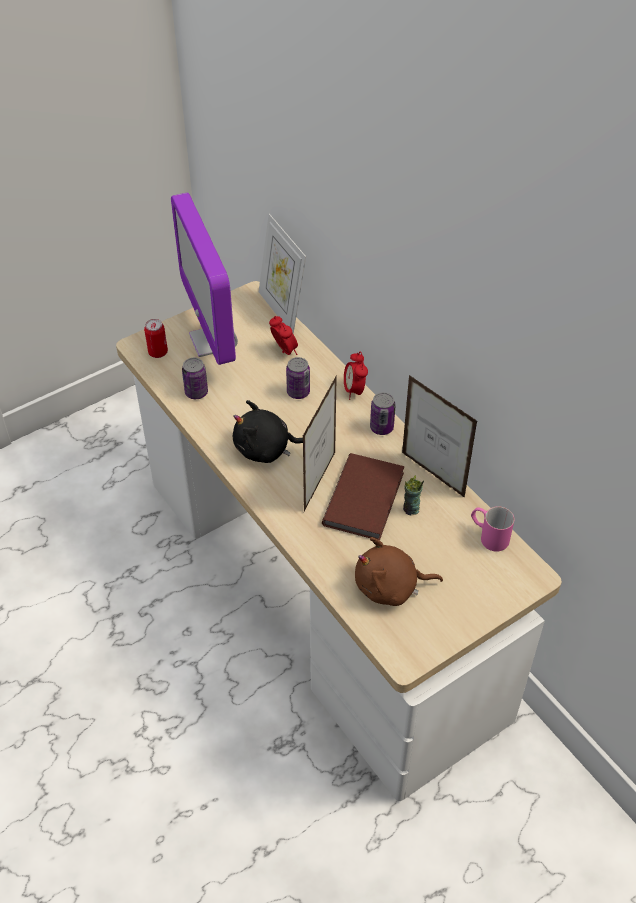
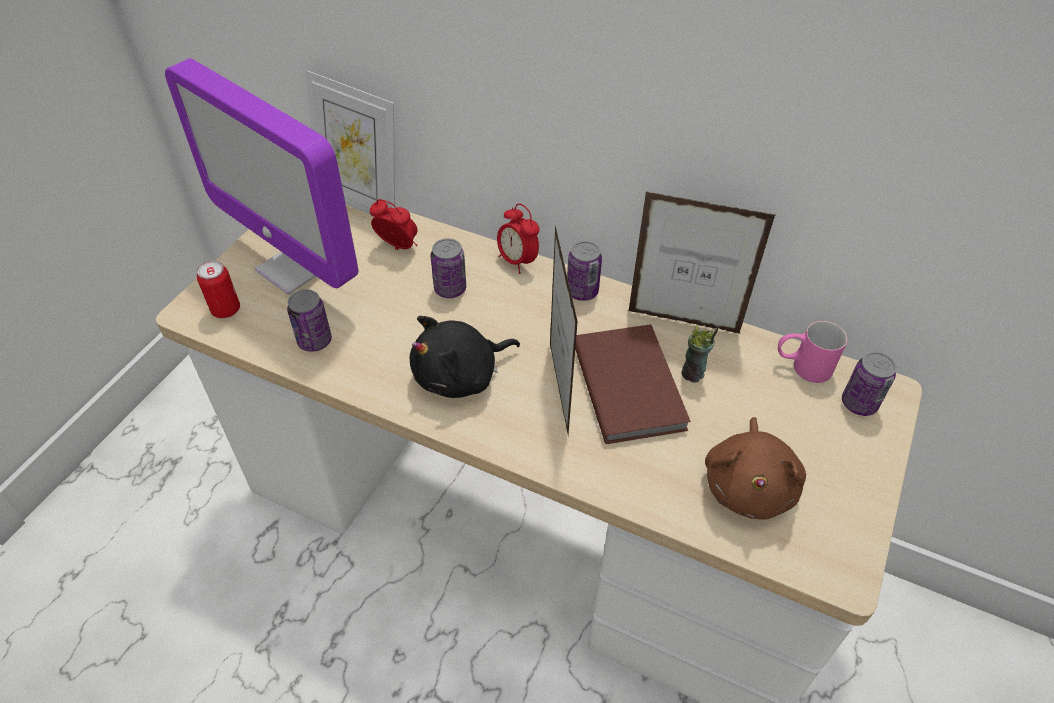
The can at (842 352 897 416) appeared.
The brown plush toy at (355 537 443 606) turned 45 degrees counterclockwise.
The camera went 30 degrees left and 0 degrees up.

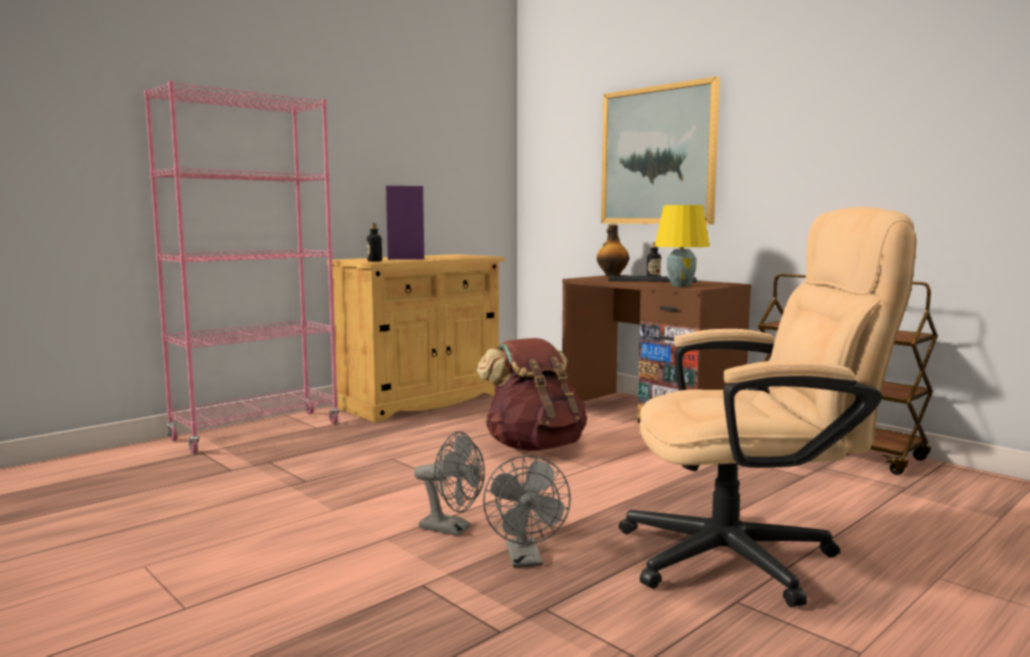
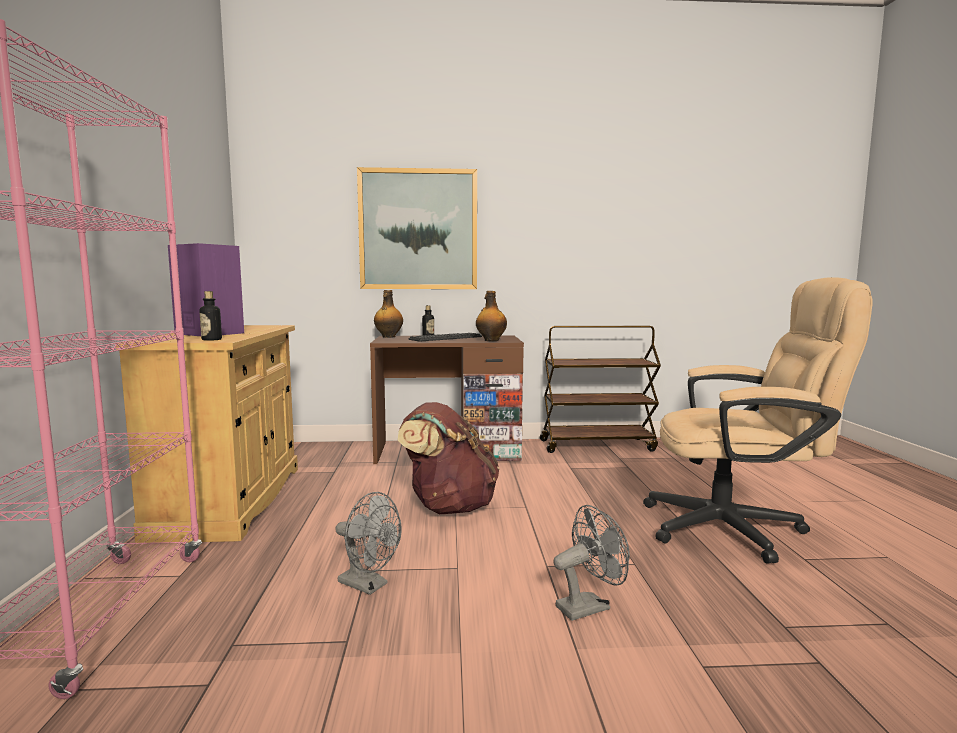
The grey fan moved from (483 455 571 568) to (335 492 402 595).
The yellow table lamp at (655 205 710 287) was replaced by the bottle at (476 291 507 341).
The beige office chair at (619 207 917 607) turned 60 degrees clockwise.
The camera went 50 degrees left and 0 degrees up.

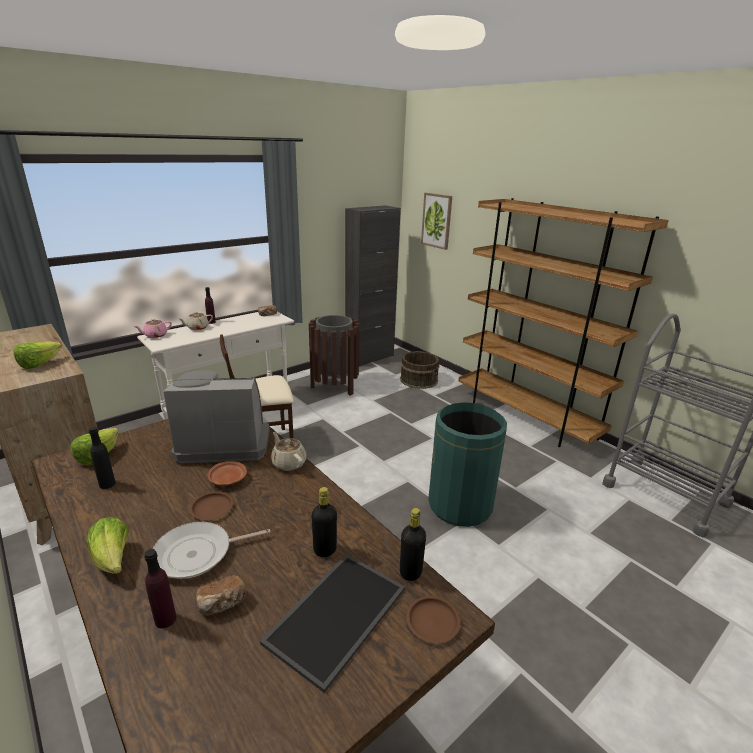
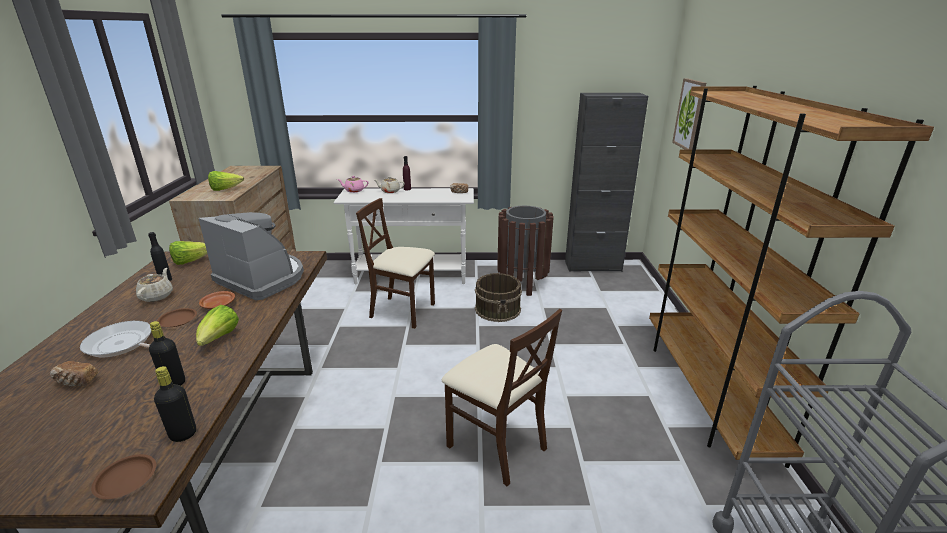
The purple bottle at (144 549 176 629) disappeared.
The tray at (260 554 405 693) disappeared.
The lettuce moved from (87 517 129 574) to (196 305 239 346).
The beige teapot moved from (271 432 306 471) to (136 268 173 302).
The brown bucket moved from (400 351 440 389) to (475 273 522 322).
The green trash can at (428 402 507 527) was replaced by the beige chair at (442 309 562 486).
The camera went 40 degrees right and 0 degrees up.

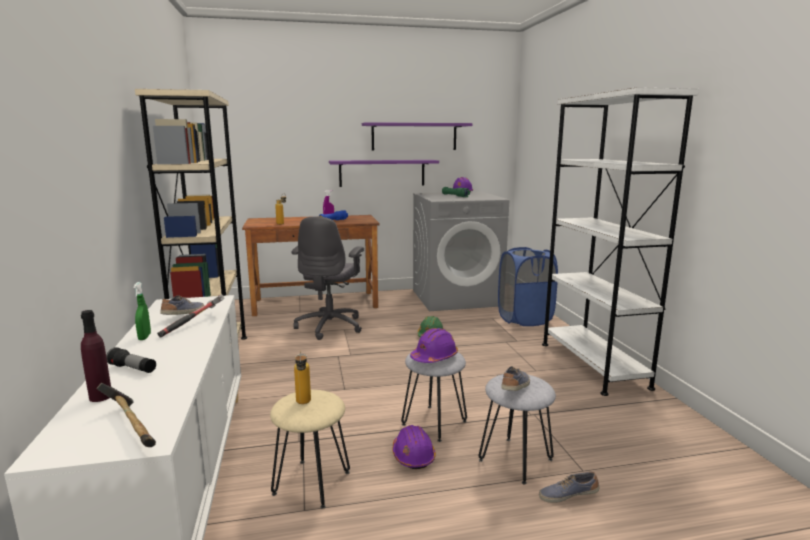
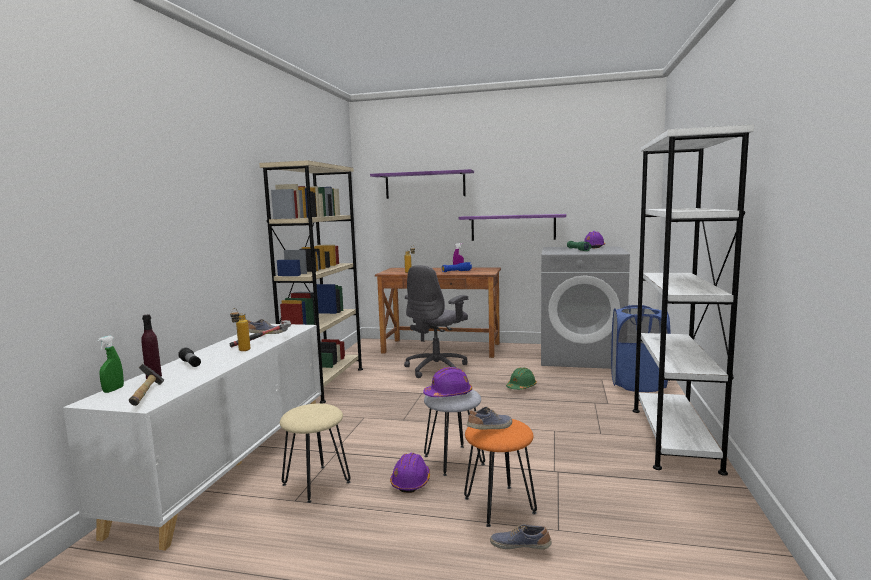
The green spray bottle moved from (133 282 151 340) to (98 336 124 393).
The bottle moved from (294 351 311 404) to (230 308 250 351).
The purple shelf moved from (362 122 473 150) to (370 169 474 199).
The grey stool at (479 374 556 485) became the orange stool at (464 419 537 527).
The camera went 25 degrees right and 5 degrees down.

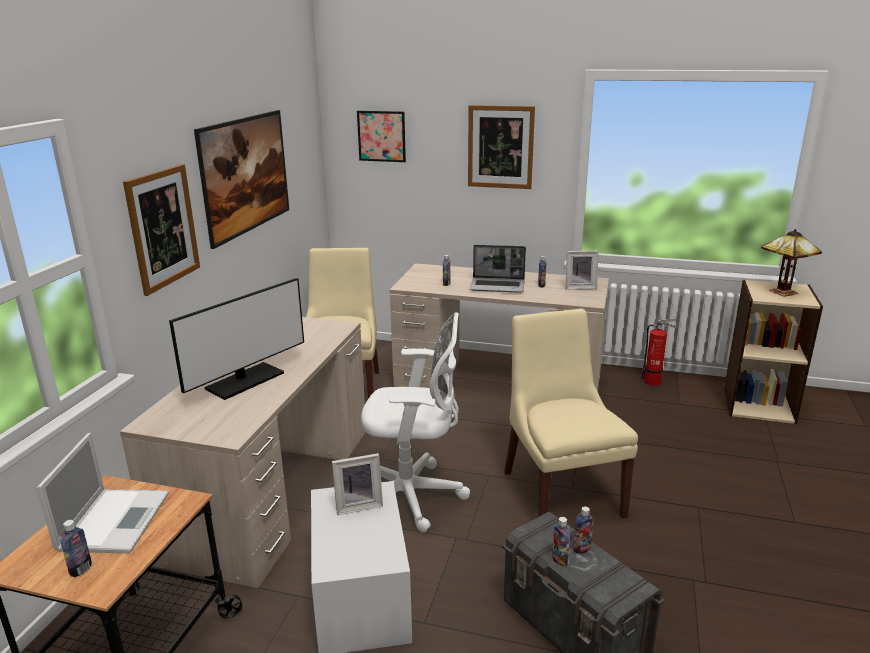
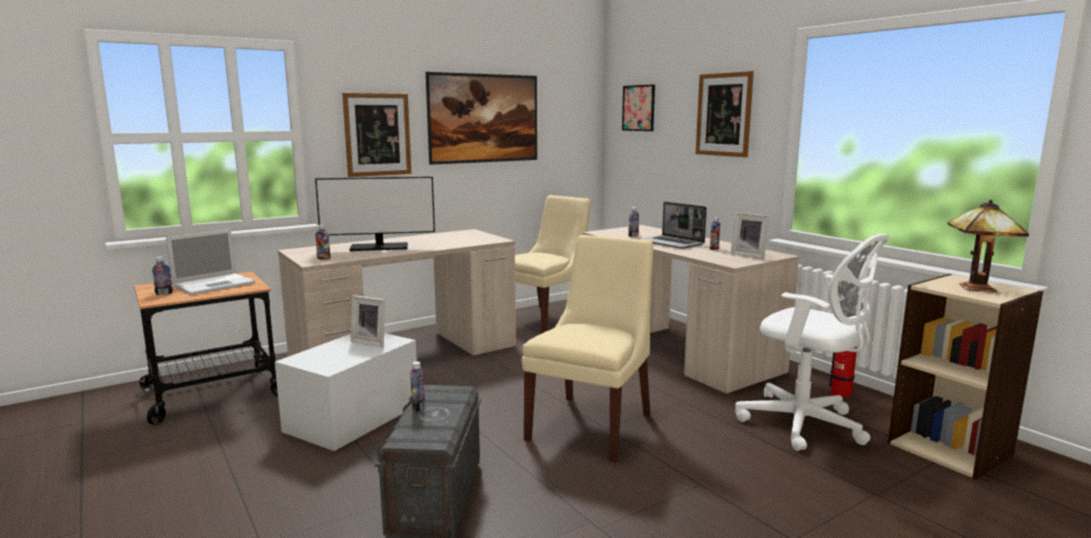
The white office chair moved from (361 312 470 533) to (735 234 890 451).
The bottle moved from (573 506 593 554) to (315 225 330 260).
The camera went 40 degrees right and 10 degrees down.

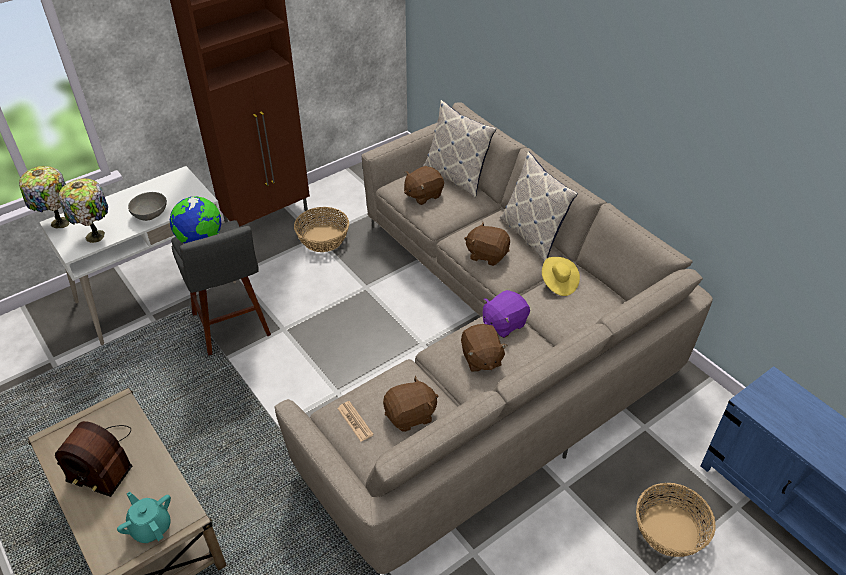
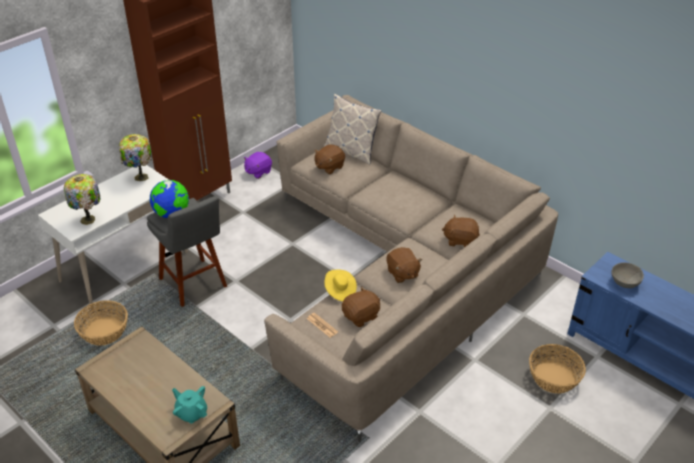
The radio at (55 421 132 497) disappeared.
The pillow at (500 151 578 261) disappeared.
The table lamp moved from (19 166 70 229) to (119 134 152 181).
The grey bowl moved from (128 192 167 221) to (612 262 644 288).
The basket moved from (294 207 349 252) to (74 300 128 346).
The brown plush toy moved from (464 222 510 266) to (442 214 480 248).
The purple plush toy moved from (483 290 530 338) to (244 152 272 179).
The yellow hat moved from (542 257 580 296) to (324 269 357 301).
The camera went 10 degrees left and 5 degrees down.

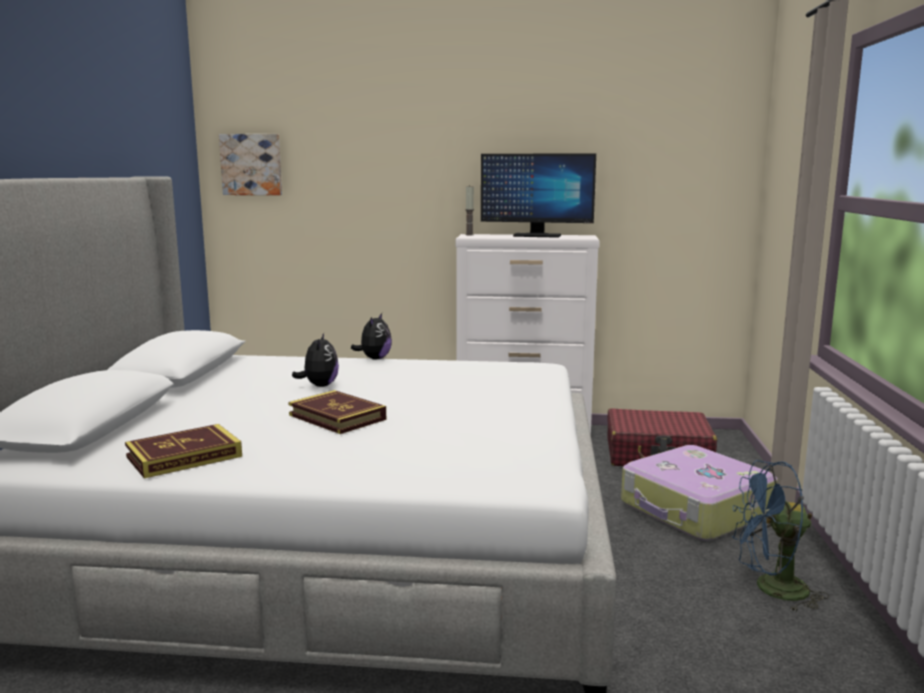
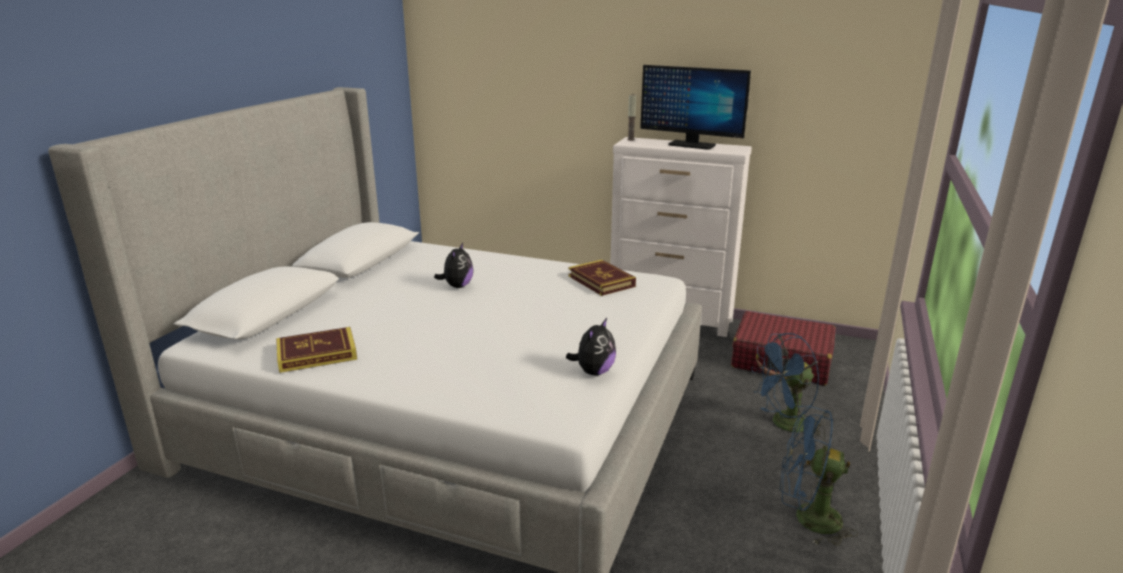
The picture at (219 134 282 195) disappeared.
The book moved from (288 390 386 434) to (569 259 636 296).
The plush toy moved from (351 313 392 359) to (566 318 616 376).
The suitcase at (621 445 778 541) was replaced by the blue fan at (751 333 823 435).
The camera went 15 degrees right and 10 degrees up.

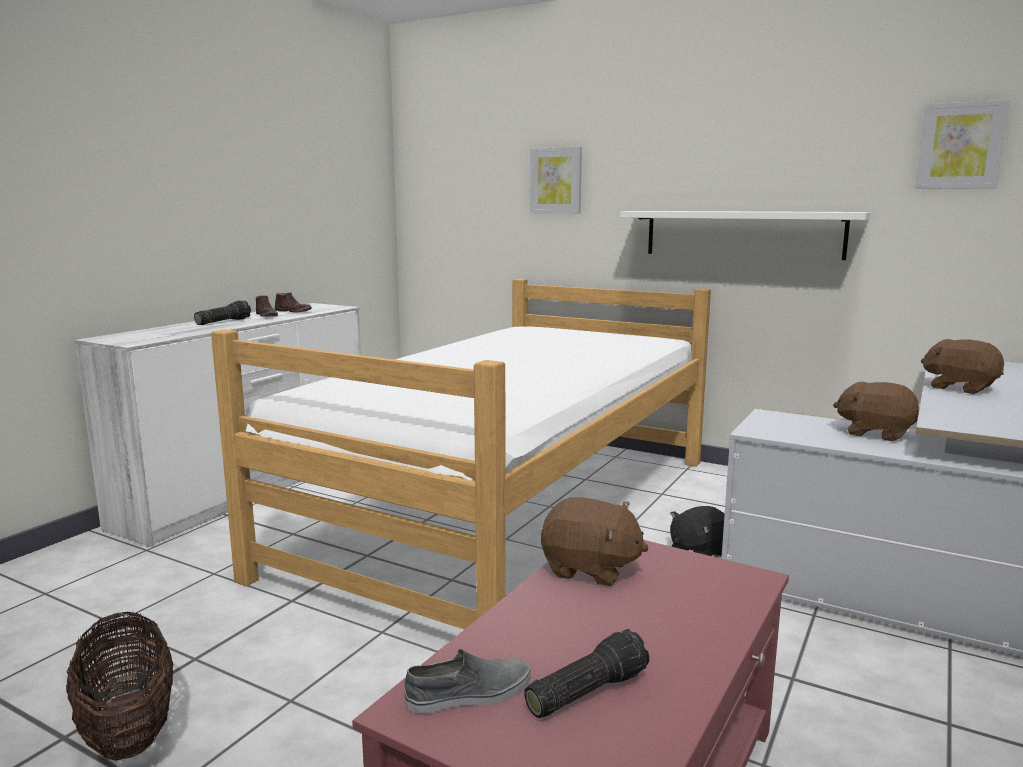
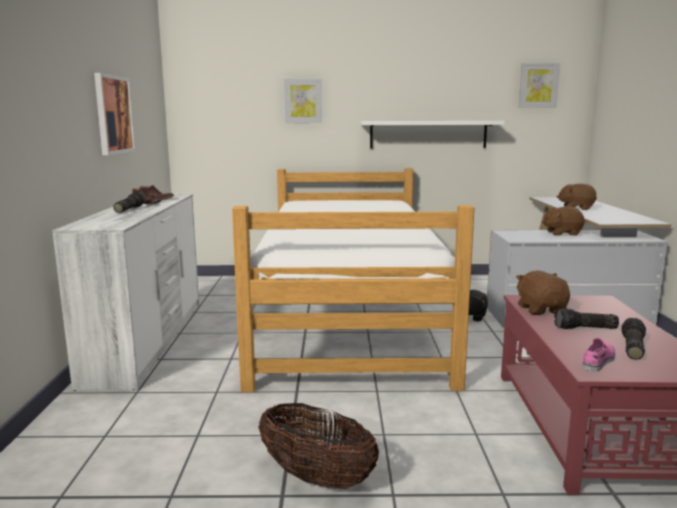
The picture at (94 73 135 155) appeared.
The flashlight at (554 308 619 329) appeared.
The grey shoe at (404 649 531 714) became the pink shoe at (582 338 615 372).
The brown plush toy at (541 497 649 586) turned 90 degrees counterclockwise.
The camera went 30 degrees left and 0 degrees up.

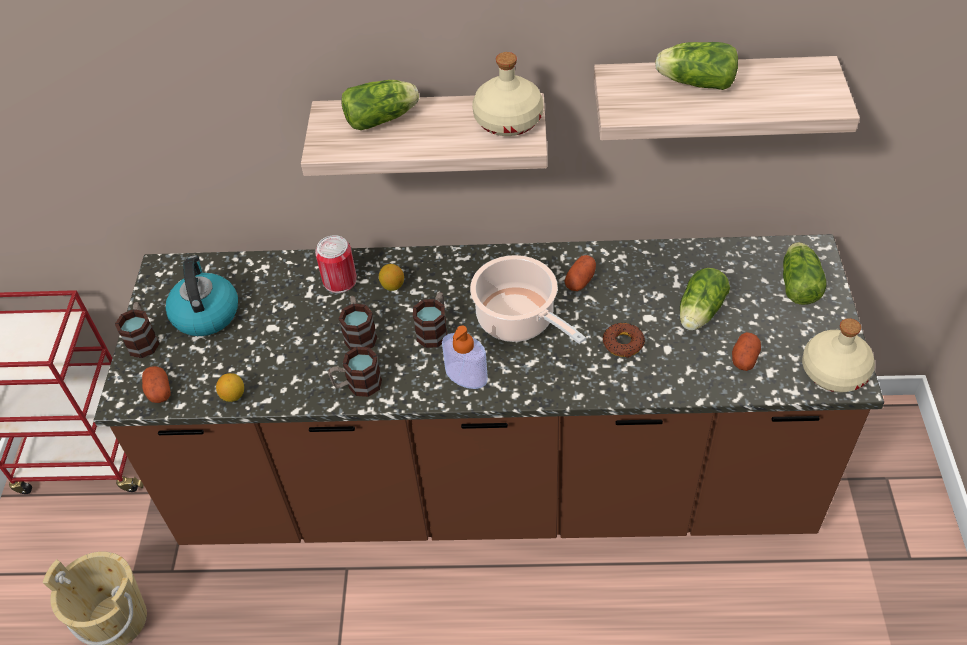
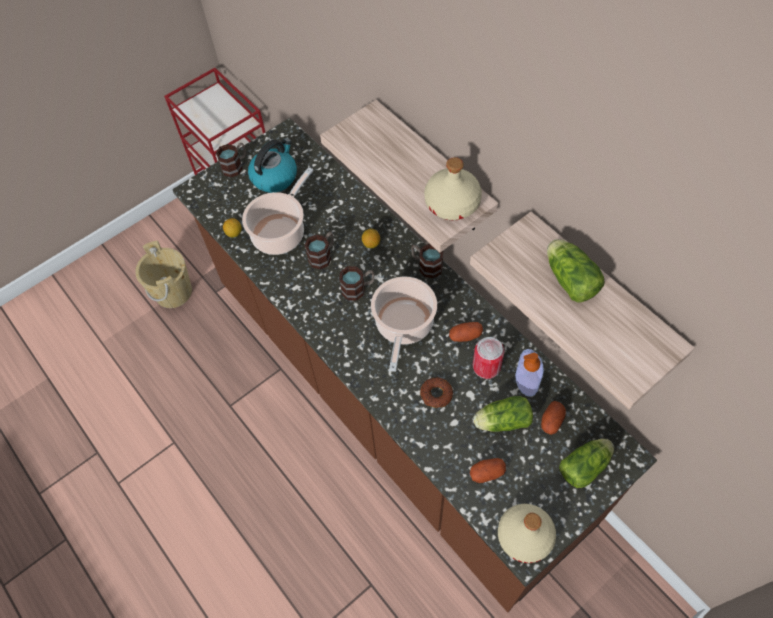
The lettuce at (341 80 419 130) disappeared.
The cooking pot at (242 167 314 255) appeared.
The potato moved from (142 366 171 403) to (541 401 566 435).
The can moved from (315 235 357 293) to (473 337 504 379).
The mug moved from (328 347 382 397) to (411 244 443 278).
The soap dispenser moved from (442 325 488 389) to (515 349 544 397).
The camera went 50 degrees right and 10 degrees up.

